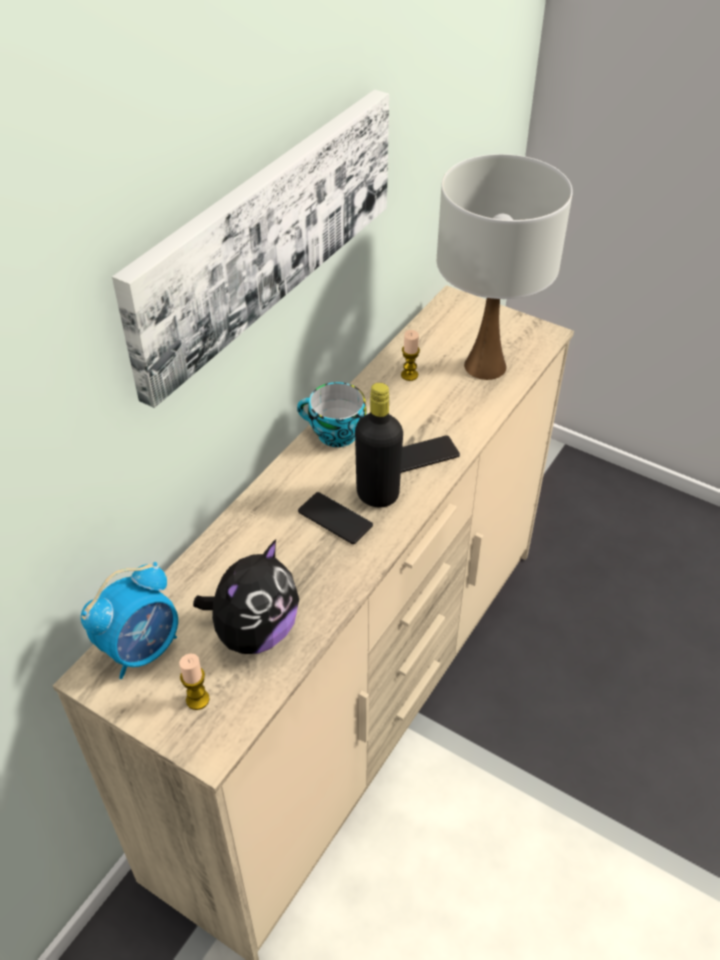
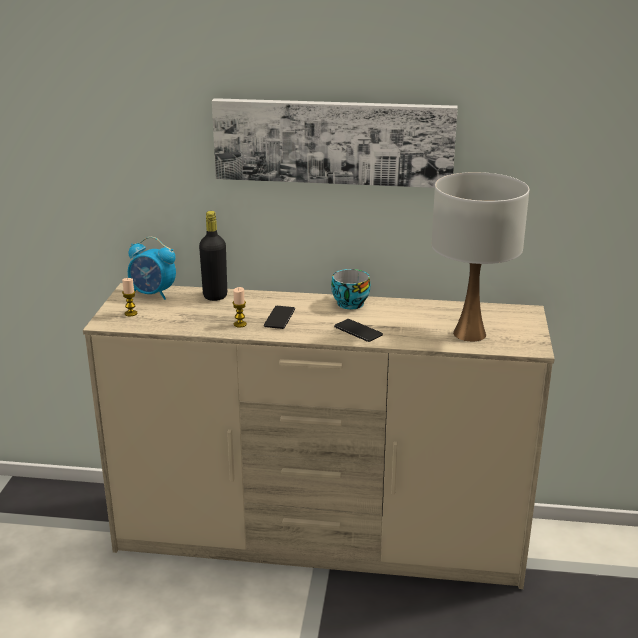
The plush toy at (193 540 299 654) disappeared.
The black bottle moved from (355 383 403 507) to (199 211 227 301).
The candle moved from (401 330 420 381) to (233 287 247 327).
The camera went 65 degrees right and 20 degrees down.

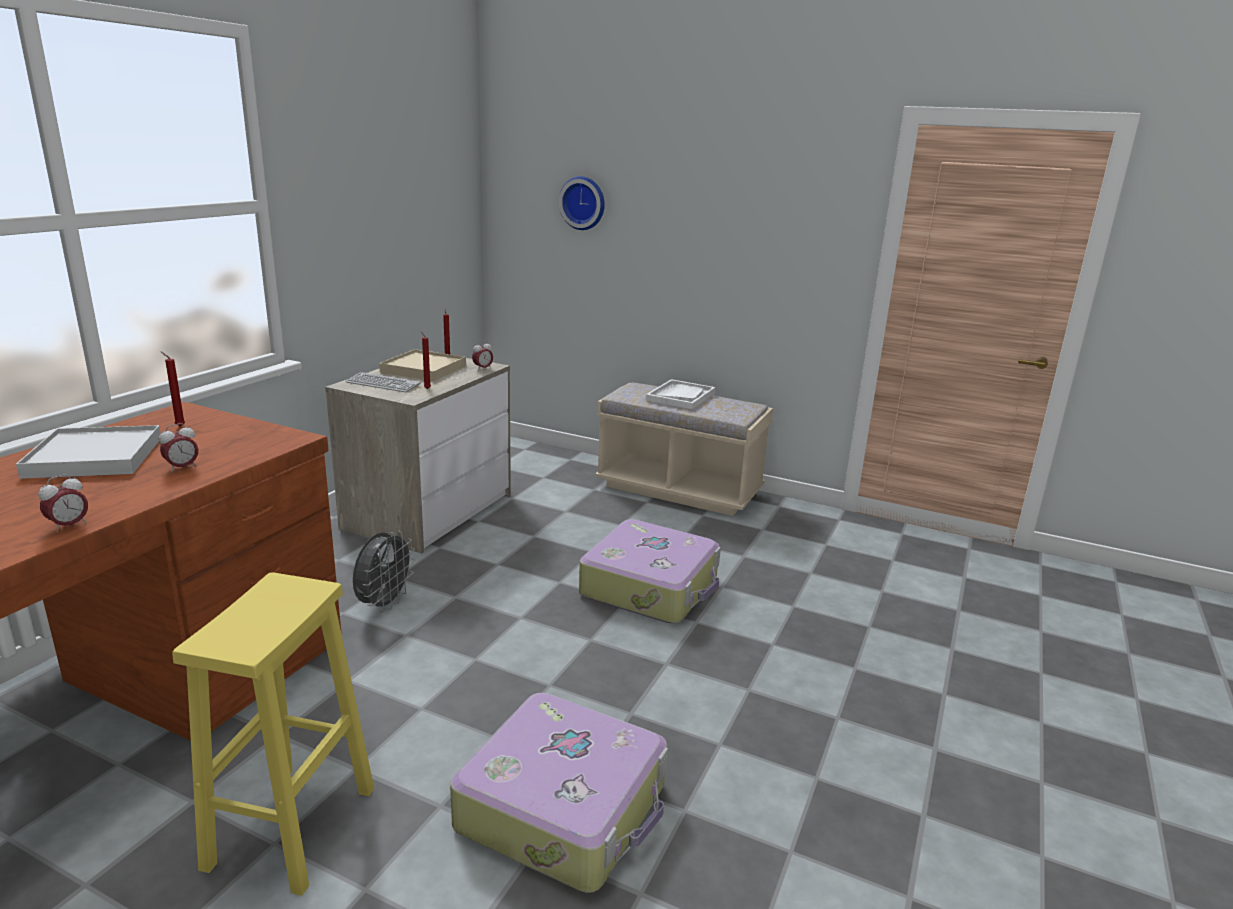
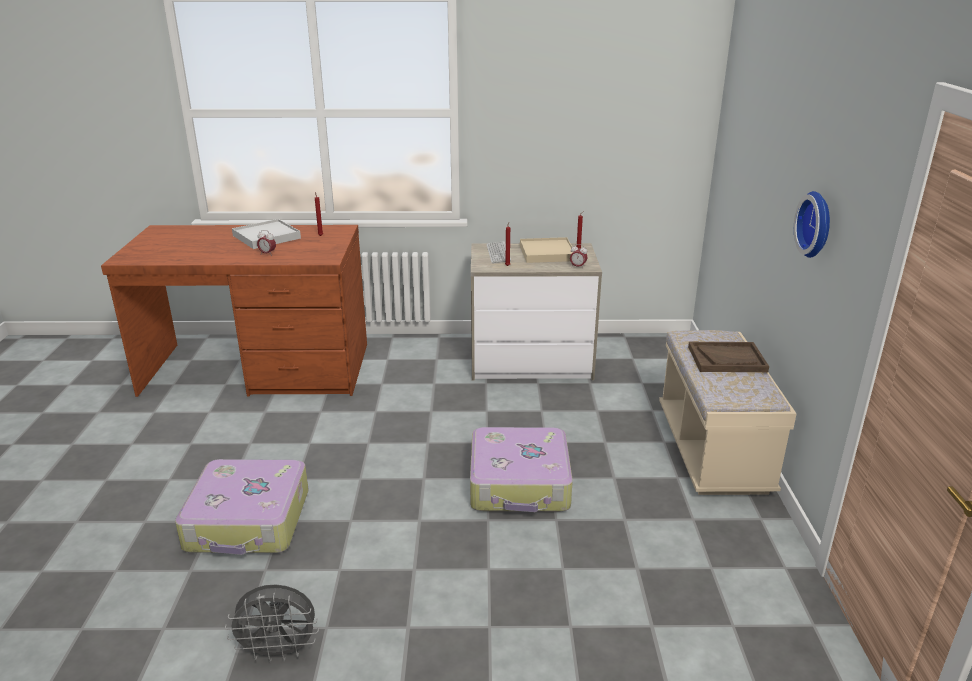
The alarm clock at (38 474 88 533) disappeared.
The yellow stool at (172 572 374 896) disappeared.
The grey fan moved from (353 530 415 612) to (225 584 319 663).
The wall clock moved from (559 176 605 230) to (794 191 830 258).
The white tray at (646 379 715 409) became the brown tray at (688 342 769 372).
The camera went 65 degrees right and 5 degrees up.

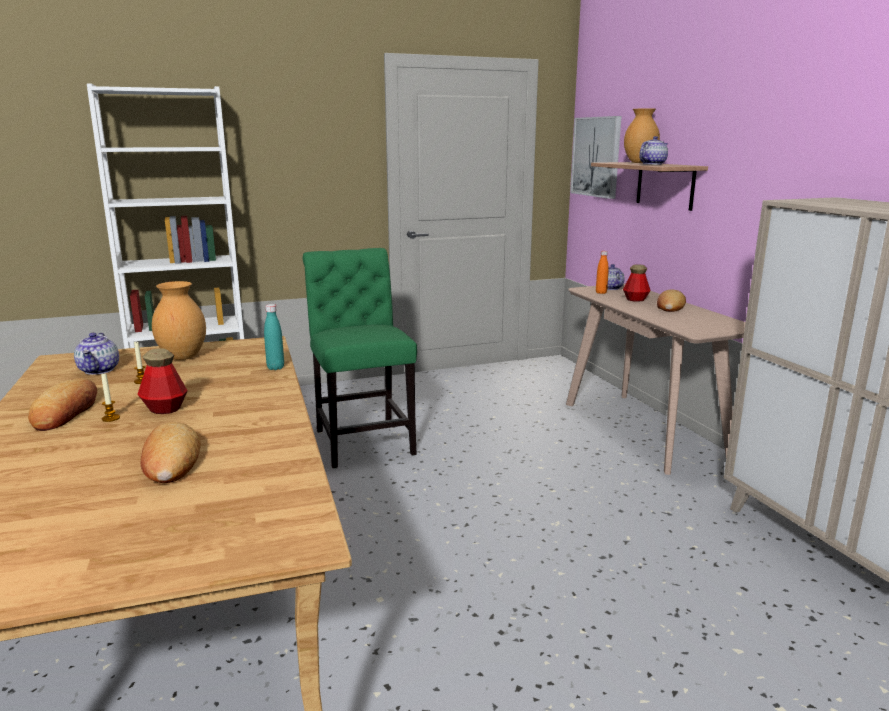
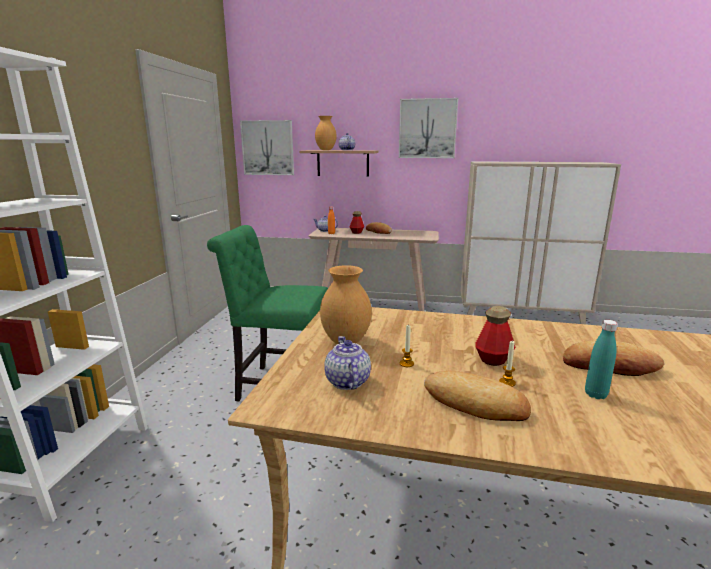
The picture at (399 98 458 158) appeared.
The turquoise bottle moved from (264 304 284 370) to (585 320 618 399).
The teapot at (74 333 119 375) turned 120 degrees counterclockwise.
The camera went 60 degrees left and 0 degrees up.

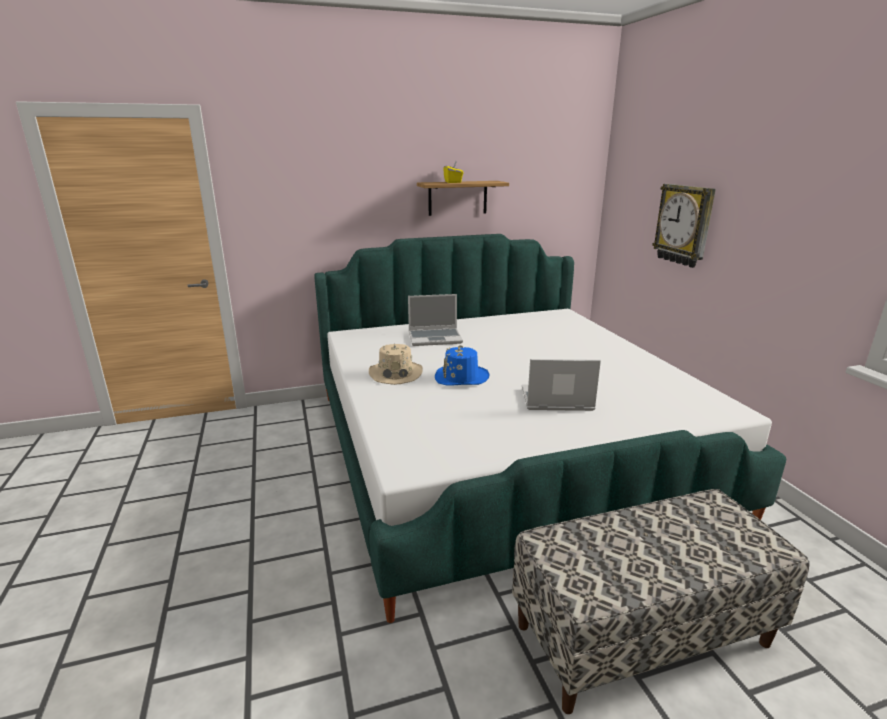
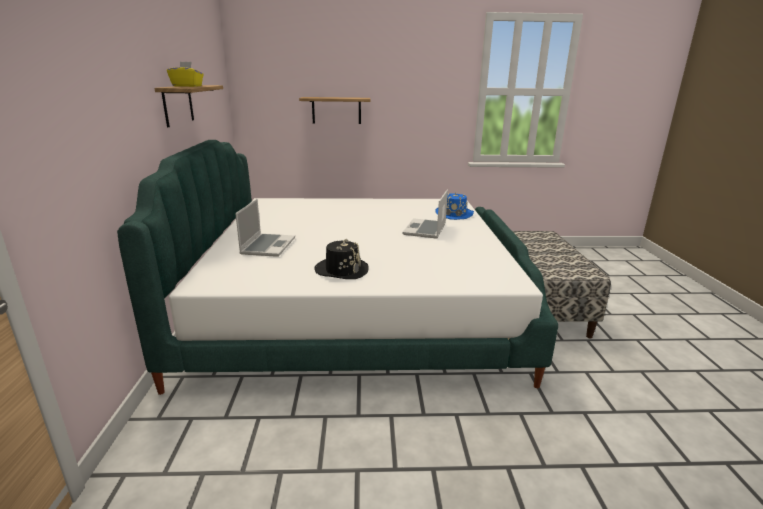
The blue hat moved from (435 345 490 385) to (435 193 474 220).
The wall clock at (652 184 716 268) was replaced by the shelf at (299 97 371 124).
The beige hat at (369 344 423 385) became the black hat at (314 239 369 279).
The camera went 75 degrees left and 0 degrees up.

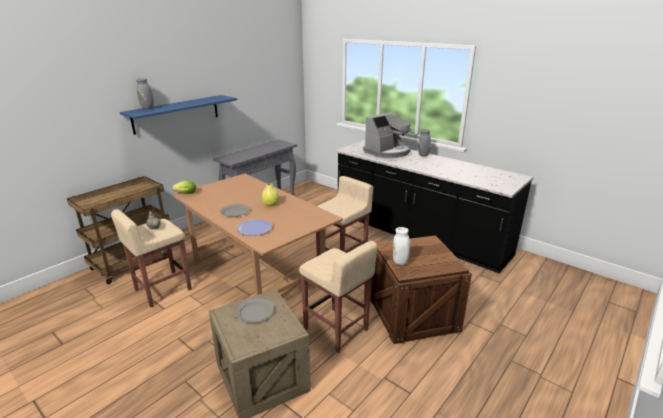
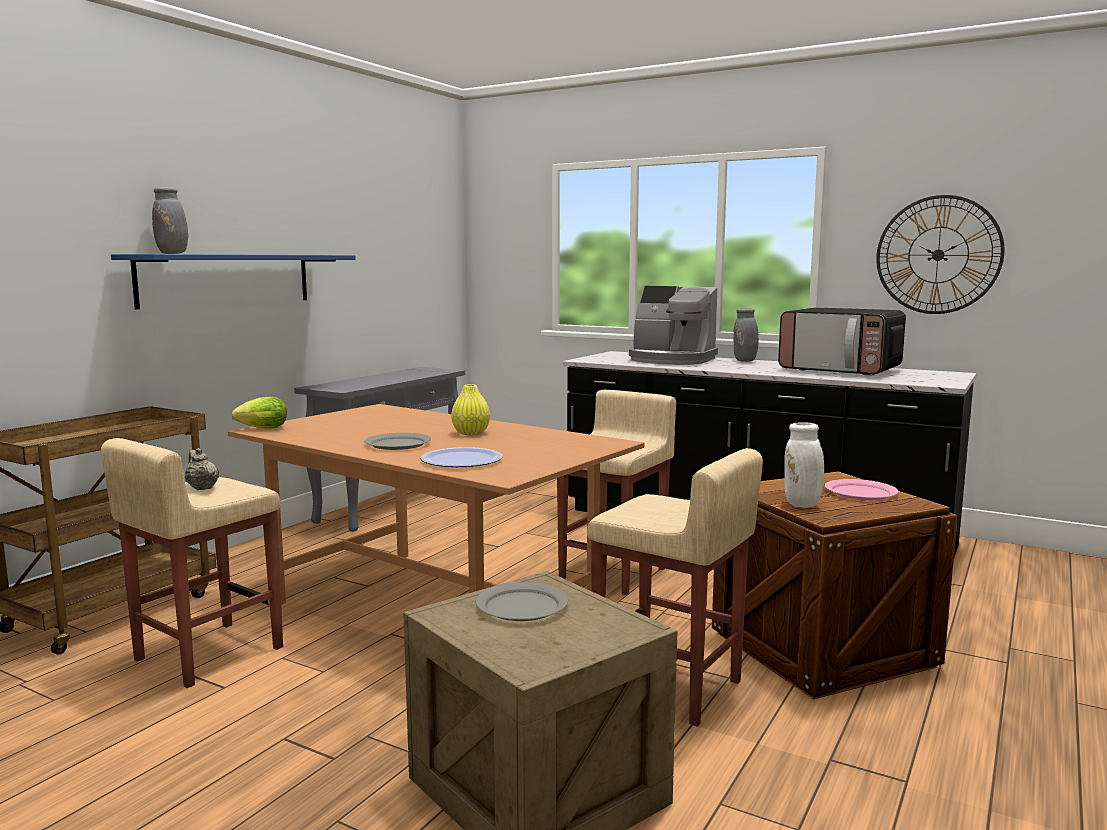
The microwave at (778 307 906 375) appeared.
The pink plate at (825 479 899 500) appeared.
The wall clock at (876 195 1005 314) appeared.
The coffee machine at (363 112 411 158) turned 75 degrees clockwise.
The camera went 10 degrees left and 15 degrees down.

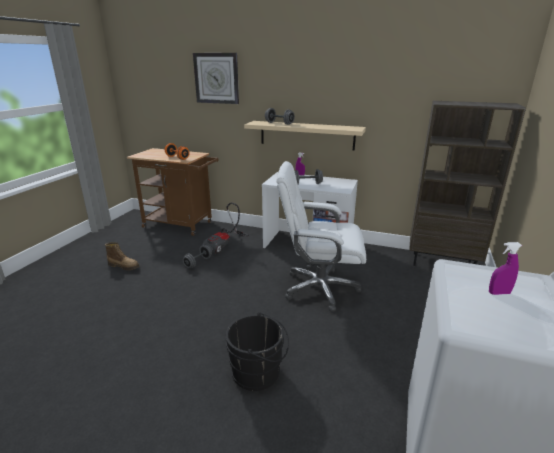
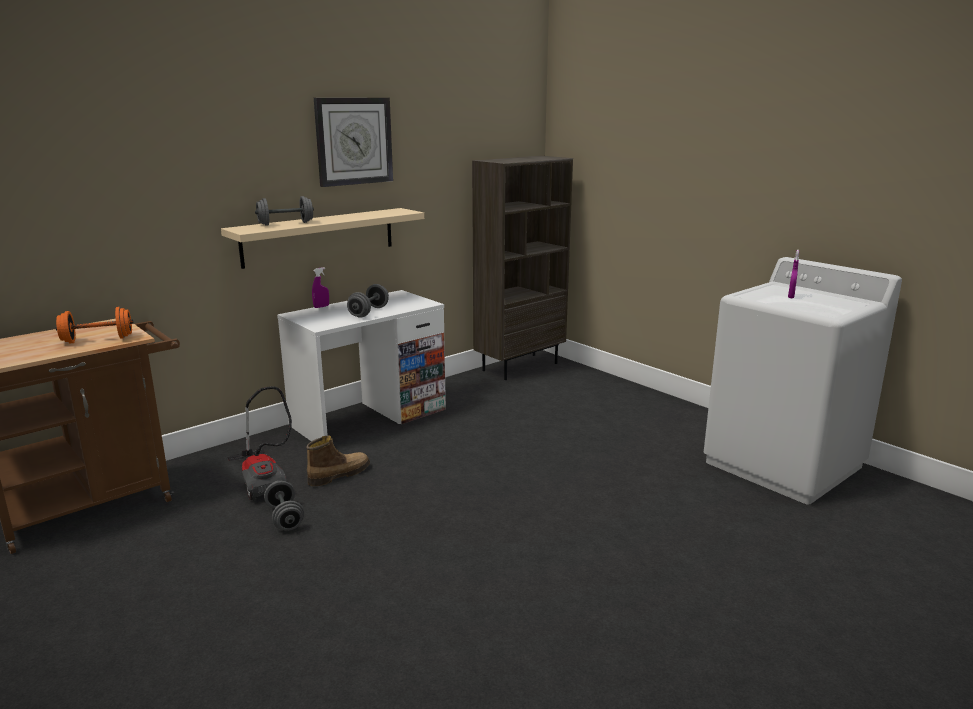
The black bucket at (226 312 289 391) disappeared.
The white office chair at (277 161 366 312) disappeared.
The boot moved from (105 242 139 270) to (306 435 370 486).
The wall clock moved from (193 53 239 104) to (314 98 393 187).
The camera went 60 degrees left and 5 degrees down.

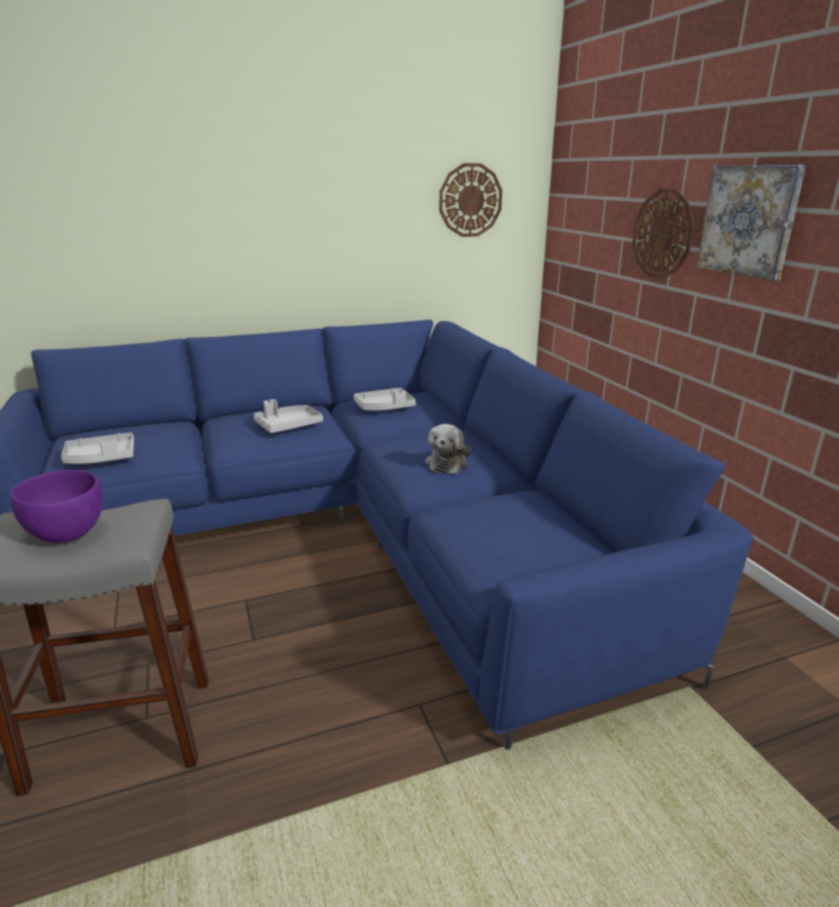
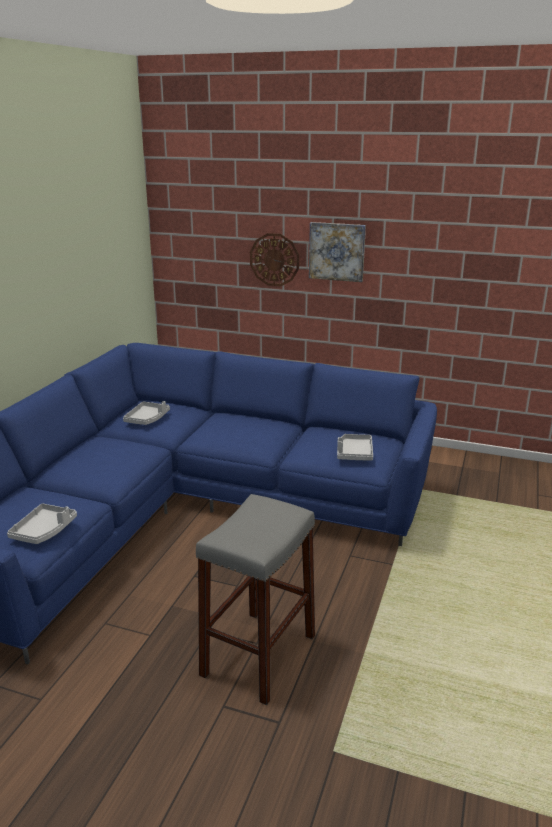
The purple bowl at (10 470 103 543) disappeared.
The plush toy at (425 424 471 474) disappeared.
The wall clock at (439 163 502 237) disappeared.
The grey tray moved from (253 399 323 433) to (337 434 373 461).
The camera went 50 degrees left and 0 degrees up.

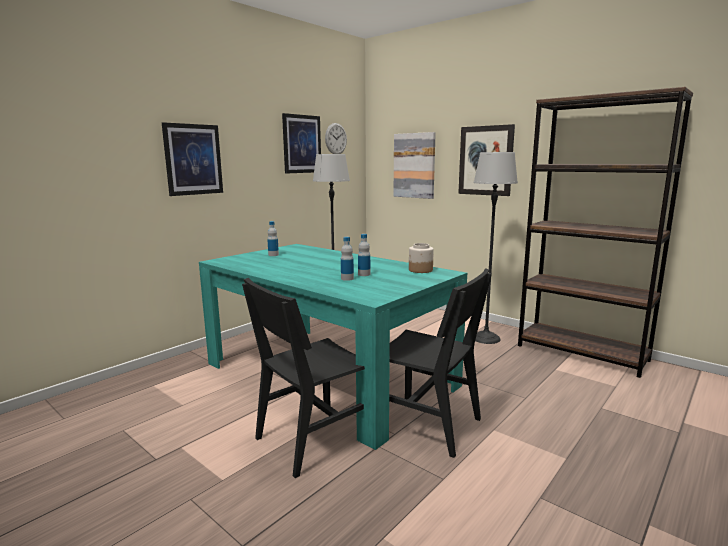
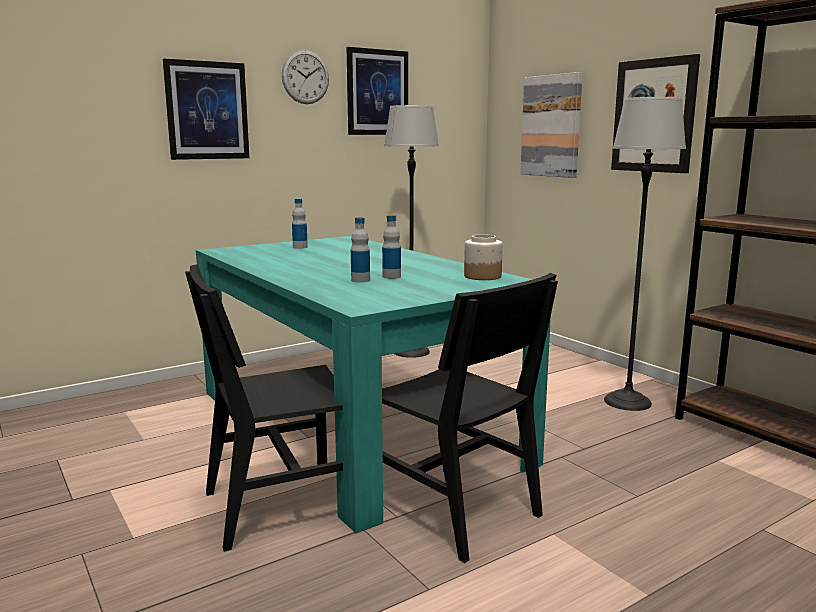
The wall clock moved from (325 123 347 154) to (282 50 329 104).
The camera went 15 degrees right and 0 degrees up.

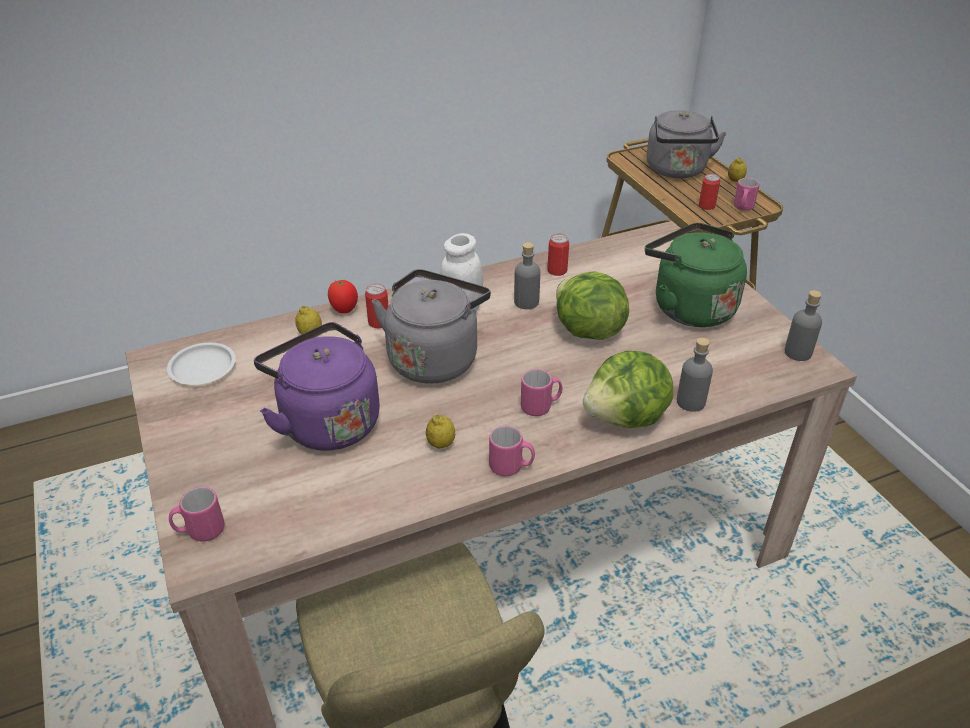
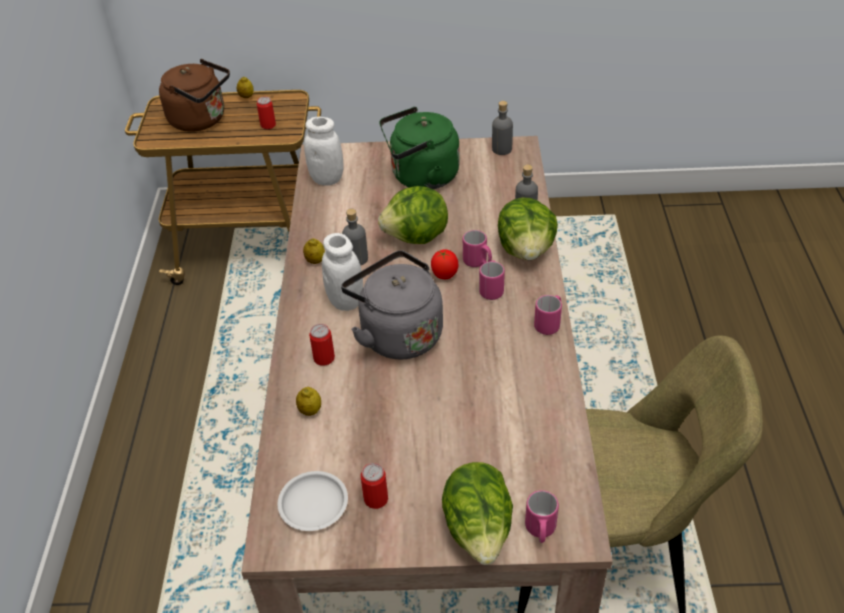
The purple kettle at (254 322 380 451) disappeared.
The white jar at (304 117 344 186) appeared.
The lettuce at (442 462 513 565) appeared.
The tomato moved from (328 279 358 314) to (431 249 458 279).
The lemon moved from (426 415 455 448) to (303 239 325 264).
The can moved from (547 234 569 276) to (361 463 388 509).
The pink mug moved from (734 178 760 210) to (463 230 492 267).
The grey kettle at (647 110 727 179) became the brown kettle at (159 59 230 132).
The camera went 65 degrees left and 5 degrees up.

